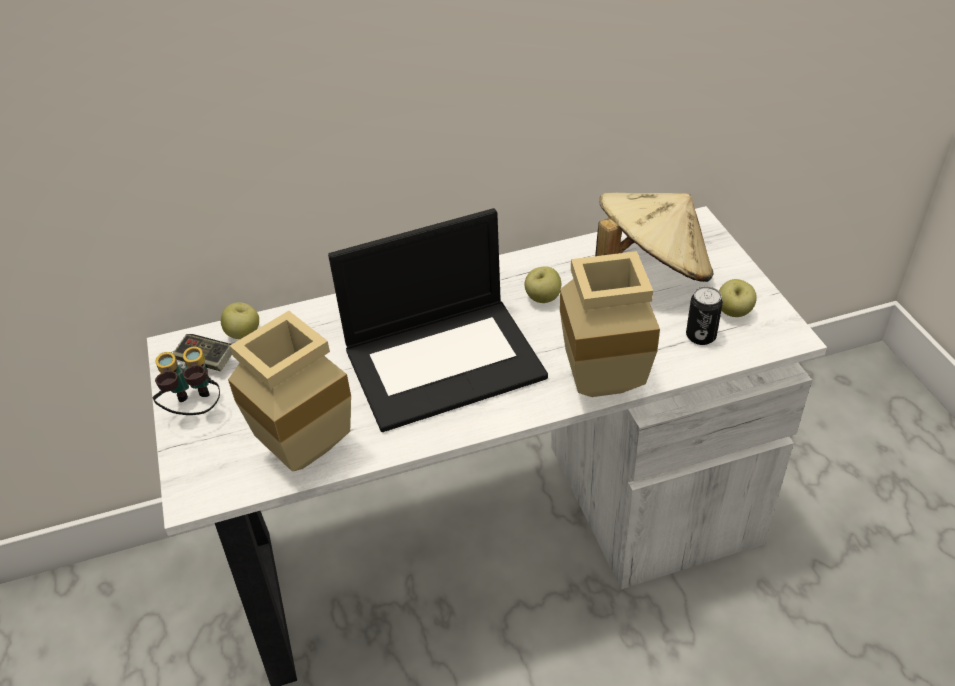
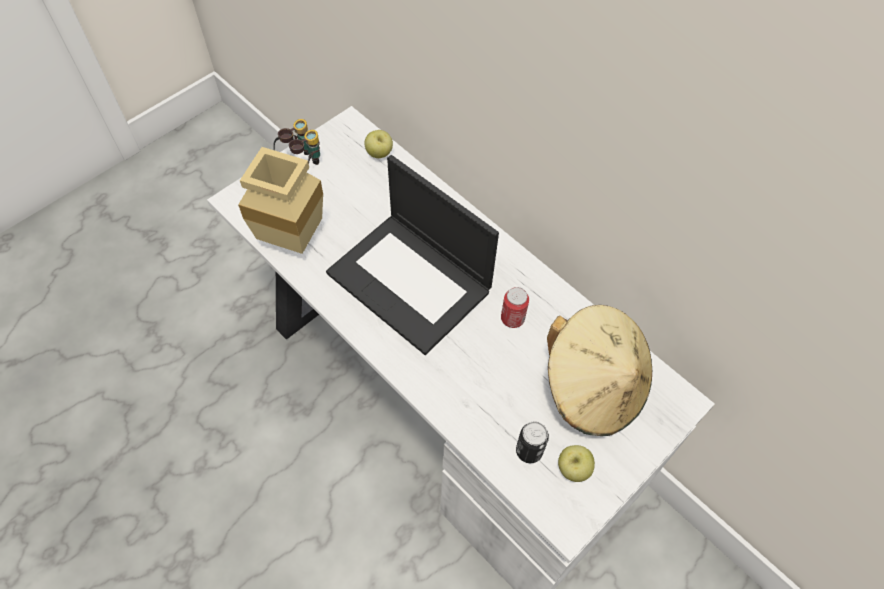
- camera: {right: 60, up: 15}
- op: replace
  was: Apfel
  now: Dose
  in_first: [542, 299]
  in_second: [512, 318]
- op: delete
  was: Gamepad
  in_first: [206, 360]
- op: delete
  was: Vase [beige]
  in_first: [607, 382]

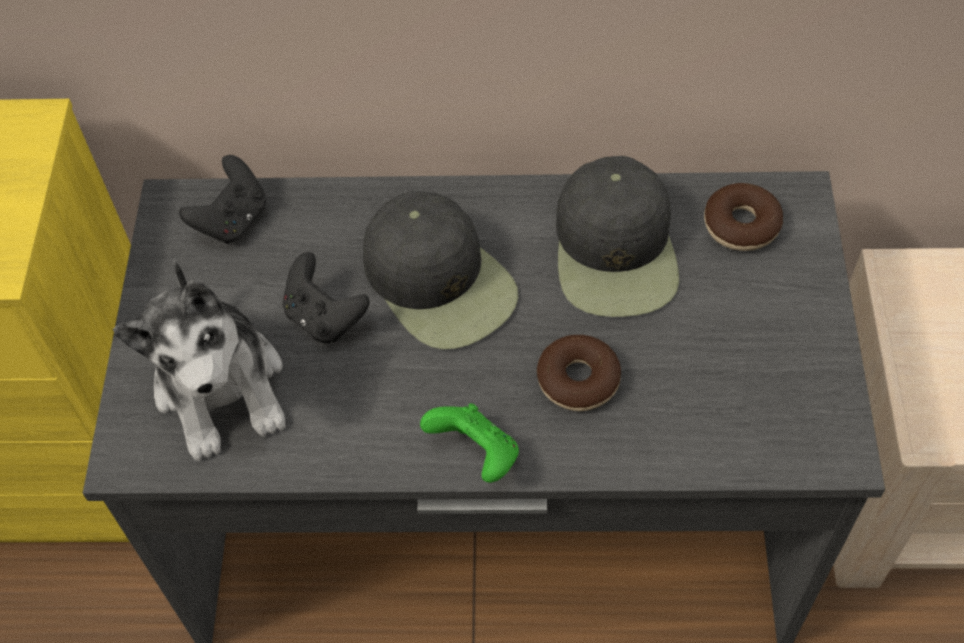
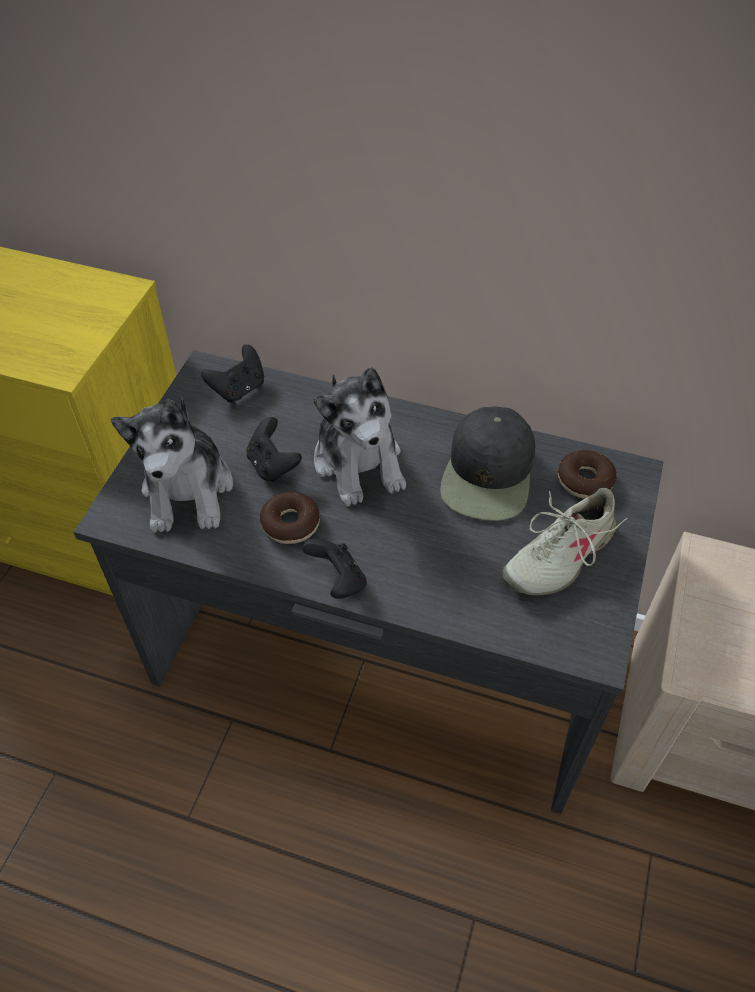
- camera: {right: 15, up: -5}
- op: move
  was: Donut
  in_first: [578, 380]
  in_second: [290, 523]
- op: recolor
  was: Gamepad [grün]
  now: Gamepad [schwarz]
  in_first: [476, 454]
  in_second: [338, 580]
- op: replace
  was: Kappe [schwarz]
  now: Plüschtier
  in_first: [440, 281]
  in_second: [359, 462]
- op: insert
  now: Schuh [beige]
  in_second: [559, 555]

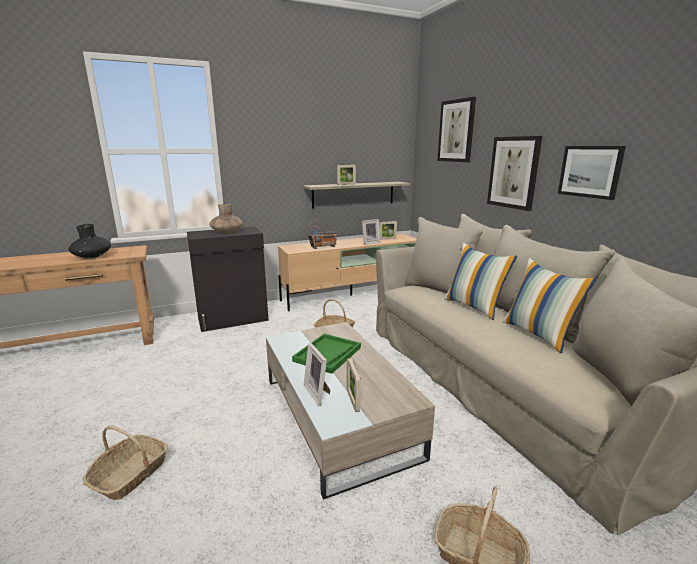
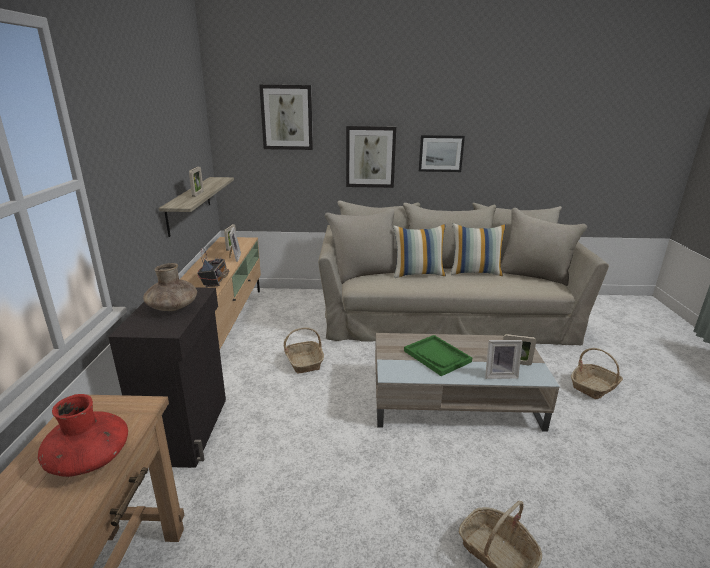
- camera: {right: -65, up: 5}
- op: recolor
  was: Vase [schwarz]
  now: Vase [rot]
  in_first: [92, 257]
  in_second: [89, 459]

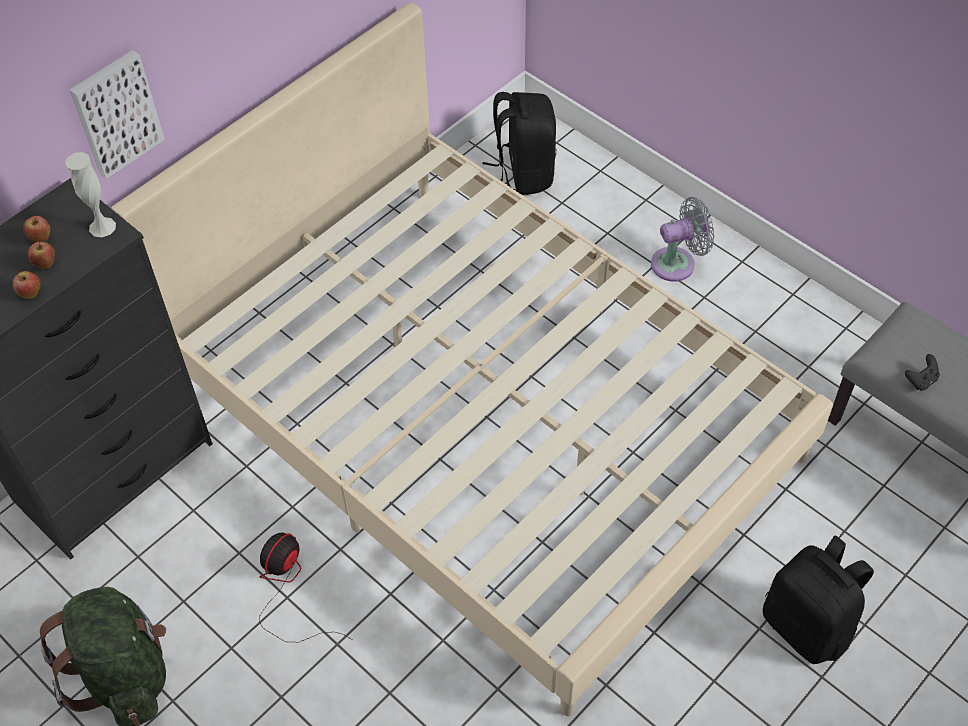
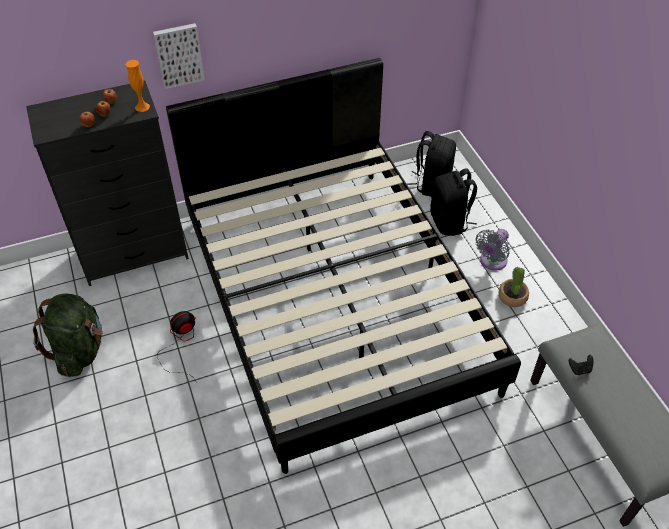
- camera: {right: 25, up: -5}
- op: recolor
  was: Vase [weiß]
  now: Vase [orange]
  in_first: [102, 227]
  in_second: [142, 107]
- op: recolor
  was: Bett [beige]
  now: Bett [schwarz]
  in_first: [485, 415]
  in_second: [335, 299]
- op: move
  was: Rucksack [schwarz]
  in_first: [808, 625]
  in_second: [449, 222]
- op: rotate
  was: Ventilator [grau]
  in_first: [677, 263]
  in_second: [491, 262]
  clockwise: 120
- op: insert
  now: Topfpflanze
  in_second: [512, 297]

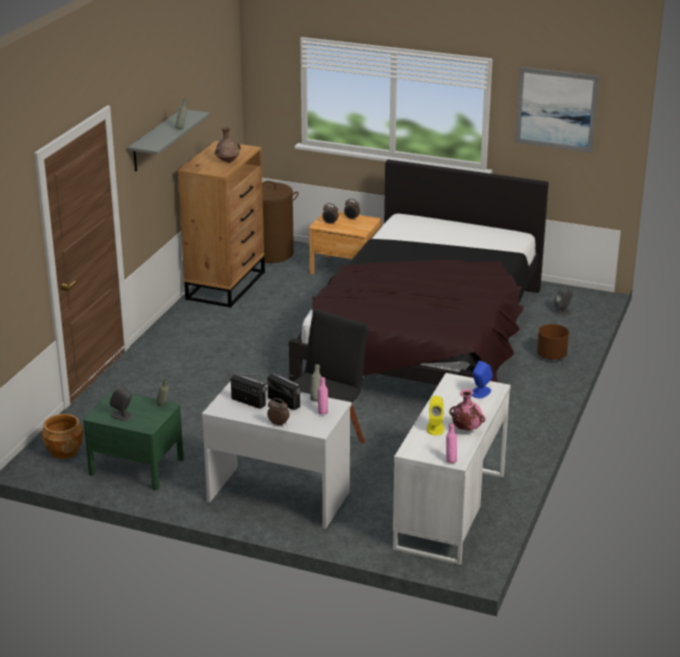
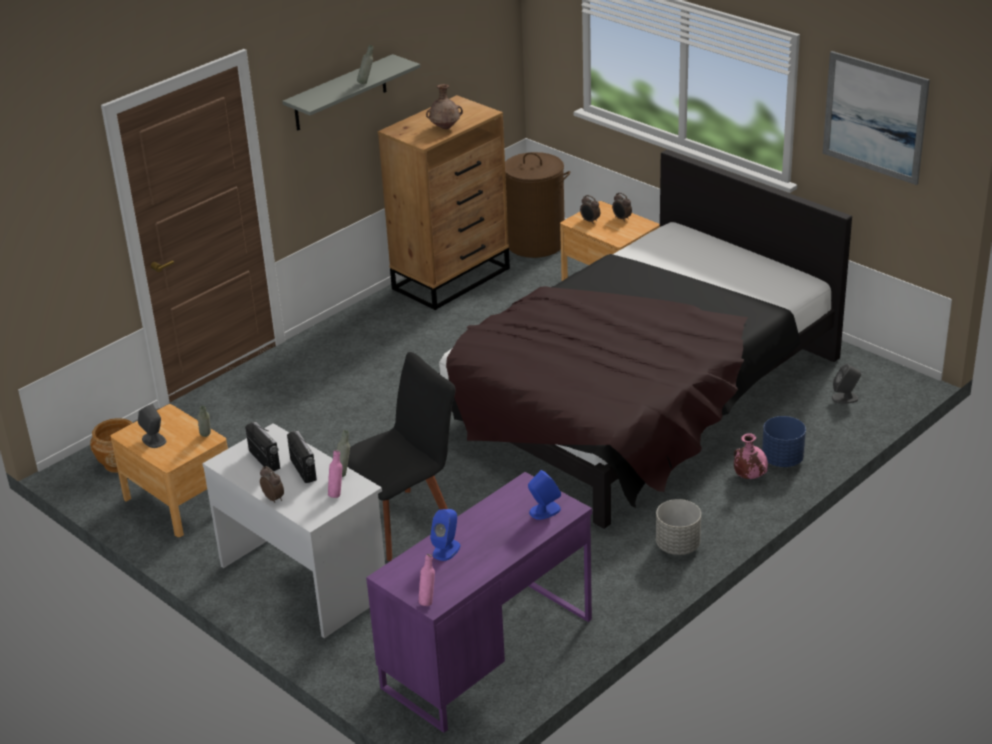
- camera: {right: 25, up: 5}
- op: recolor
  was: Nachttisch [grün]
  now: Nachttisch [braun]
  in_first: [136, 466]
  in_second: [180, 501]
- op: recolor
  was: Schreibtisch [weiß]
  now: Schreibtisch [lila]
  in_first: [449, 510]
  in_second: [487, 653]
- op: recolor
  was: Lautsprecher [gelb]
  now: Lautsprecher [blau]
  in_first: [435, 428]
  in_second: [446, 549]
- op: insert
  now: Pflanzkübel [grau]
  in_second: [678, 546]
- op: move
  was: Vase [rosa]
  in_first: [466, 429]
  in_second: [749, 476]
- op: recolor
  was: Pflanzkübel [braun]
  now: Pflanzkübel [blau]
  in_first: [551, 356]
  in_second: [782, 460]

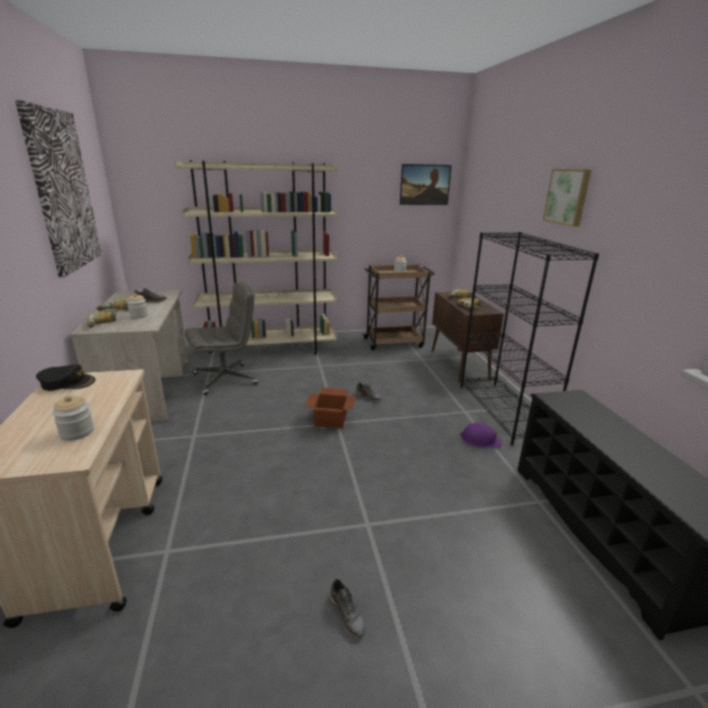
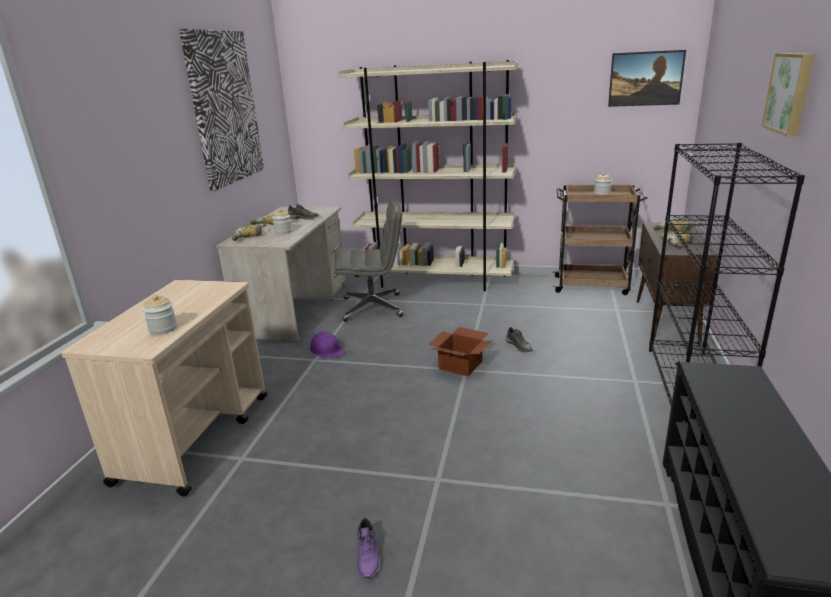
- camera: {right: 25, up: 0}
- op: move
  was: Schutzhelm [lila]
  in_first: [480, 440]
  in_second: [327, 350]
- op: recolor
  was: Schuh [grau]
  now: Schuh [lila]
  in_first: [347, 614]
  in_second: [368, 556]
- op: delete
  was: Kappe [schwarz]
  in_first: [67, 382]

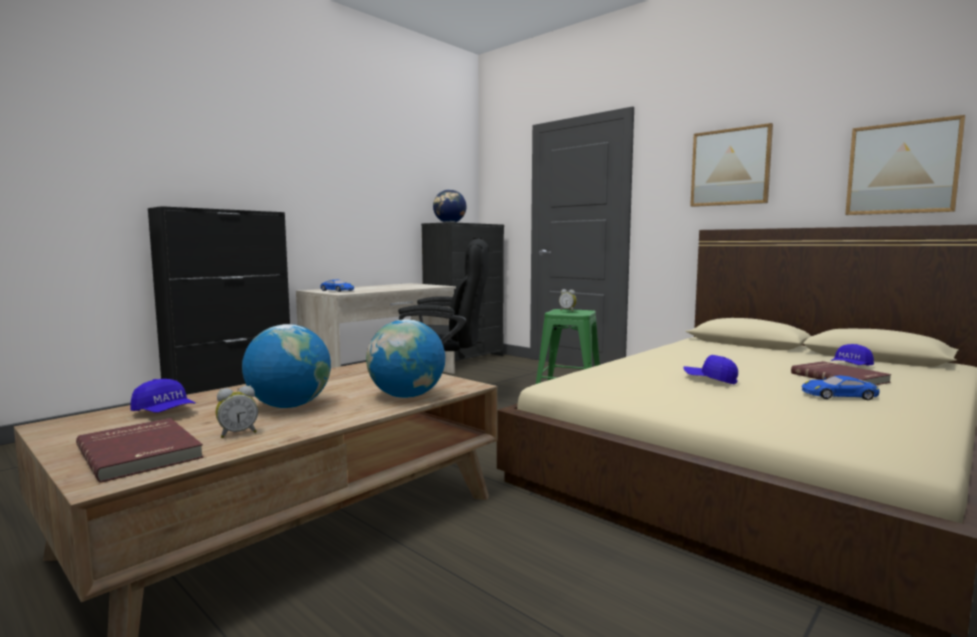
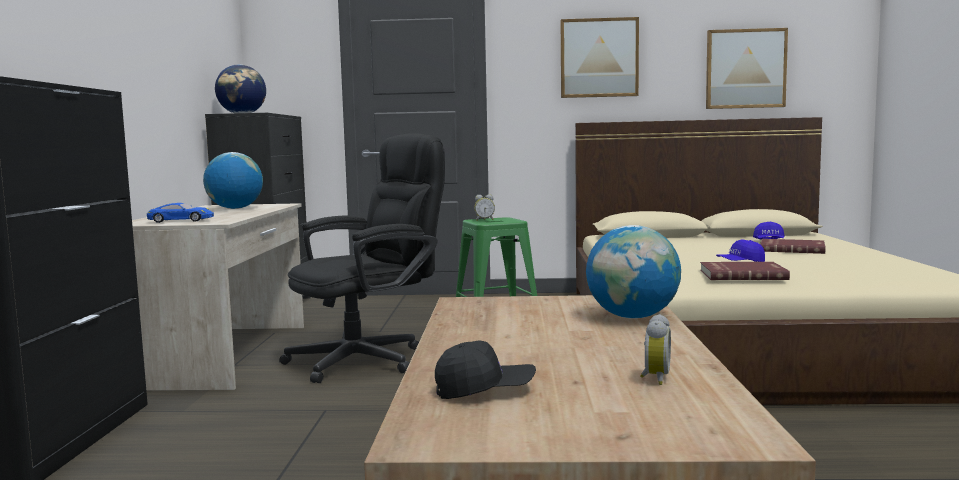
- camera: {right: -40, up: 0}
- op: move
  was: Globus
  in_first: [289, 406]
  in_second: [235, 208]
- op: recolor
  was: Kappe [blau]
  now: Kappe [schwarz]
  in_first: [164, 412]
  in_second: [484, 390]
- op: move
  was: Buch [rot]
  in_first: [142, 452]
  in_second: [742, 274]
- op: delete
  was: Spielzeugauto [blau]
  in_first: [838, 395]

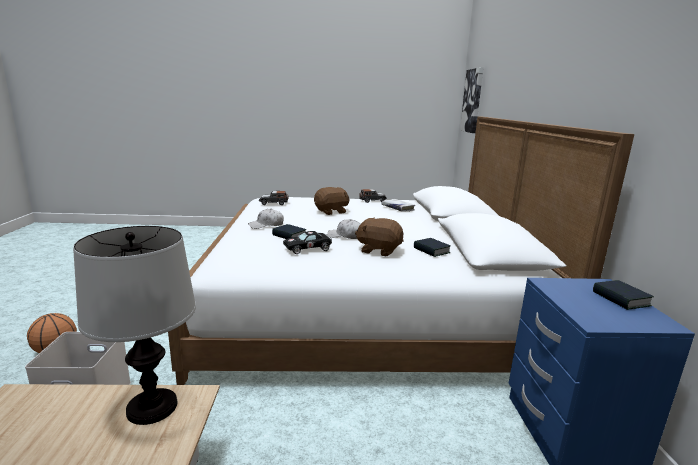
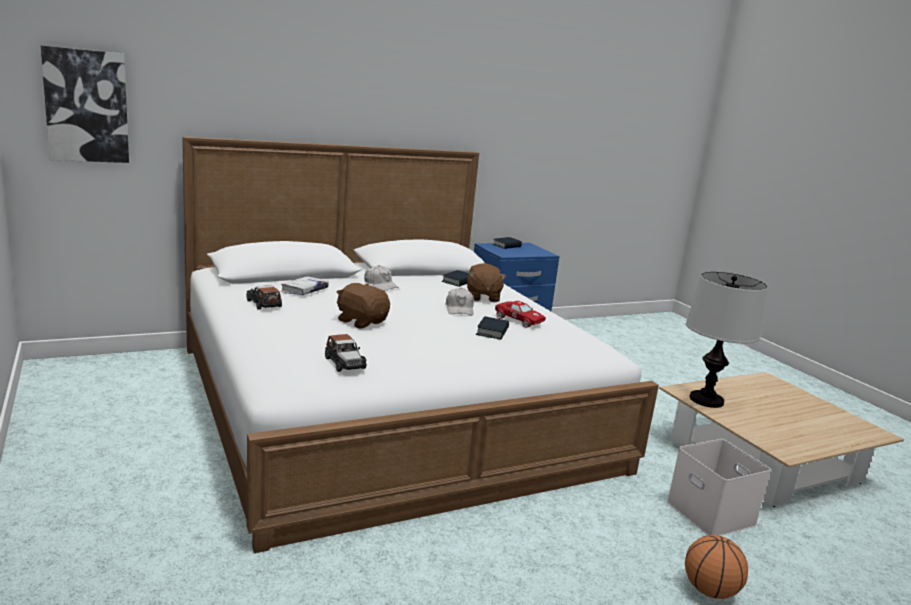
- camera: {right: -115, up: 0}
- op: move
  was: Kappe [weiß]
  in_first: [266, 225]
  in_second: [380, 285]
- op: recolor
  was: Spielzeugauto [schwarz]
  now: Spielzeugauto [rot]
  in_first: [309, 248]
  in_second: [517, 320]

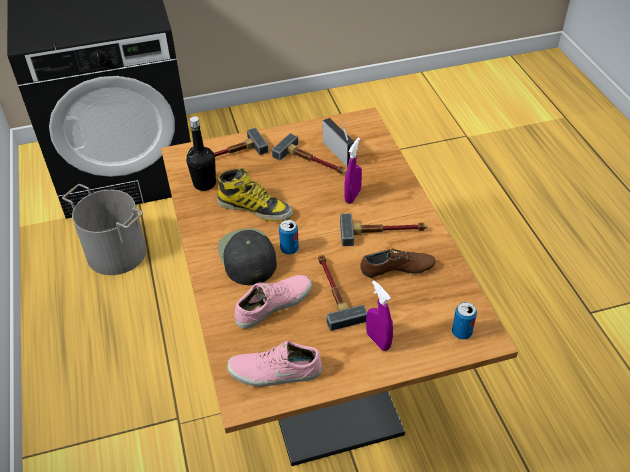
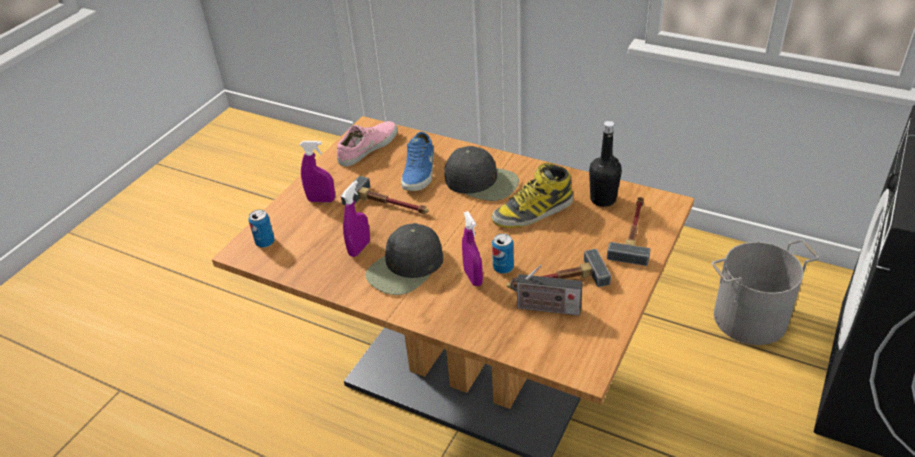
- camera: {right: 135, up: -5}
- op: replace
  was: Schuh [braun]
  now: Sprühflasche [lila]
  in_first: [397, 270]
  in_second: [359, 248]
- op: replace
  was: Hammer
  now: Kappe [schwarz]
  in_first: [383, 232]
  in_second: [406, 268]
- op: recolor
  was: Schuh [rosa]
  now: Schuh [blau]
  in_first: [273, 304]
  in_second: [420, 172]
- op: move
  was: Dose
  in_first: [289, 249]
  in_second: [503, 268]

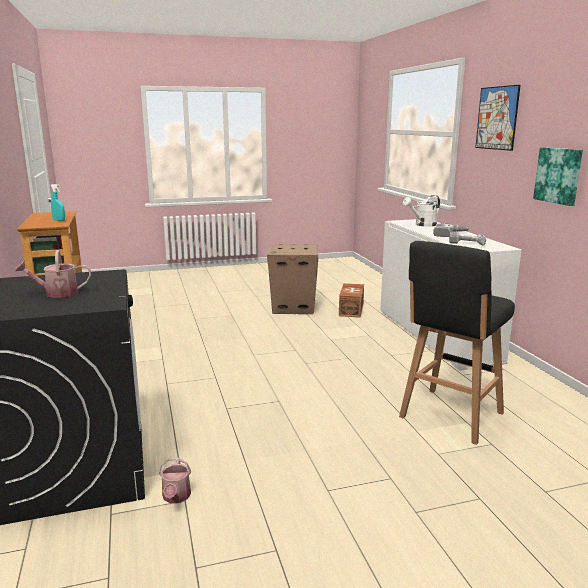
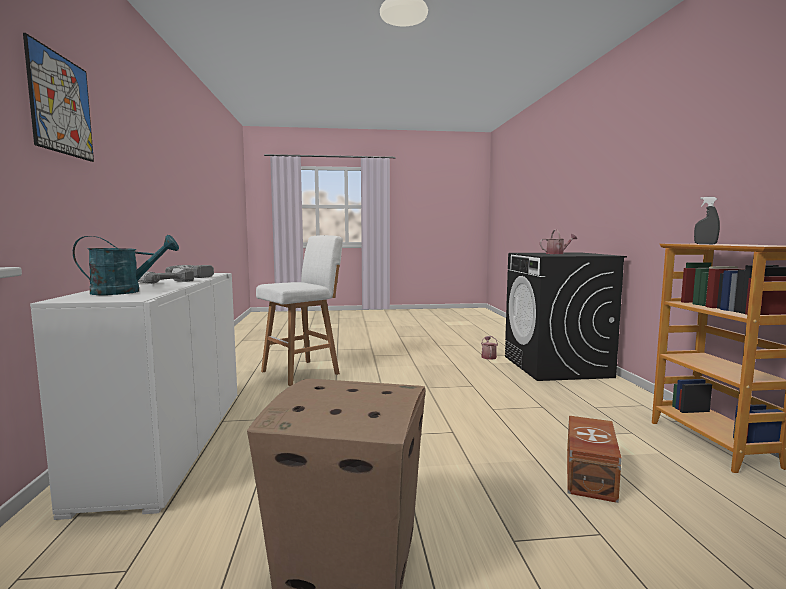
- camera: {right: -170, up: -10}
- op: recolor
  was: Gießkanne [weiß]
  now: Gießkanne [türkis]
  in_first: [422, 225]
  in_second: [125, 292]
- op: recolor
  was: Hocker [schwarz]
  now: Hocker [weiß]
  in_first: [449, 416]
  in_second: [302, 372]
- op: move
  was: Aufbewahrungsbox [braun]
  in_first: [352, 309]
  in_second: [588, 475]
- op: recolor
  was: Sprühflasche [türkis]
  now: Sprühflasche [grau]
  in_first: [59, 220]
  in_second: [705, 244]
- op: delete
  was: Bild
  in_first: [559, 175]

